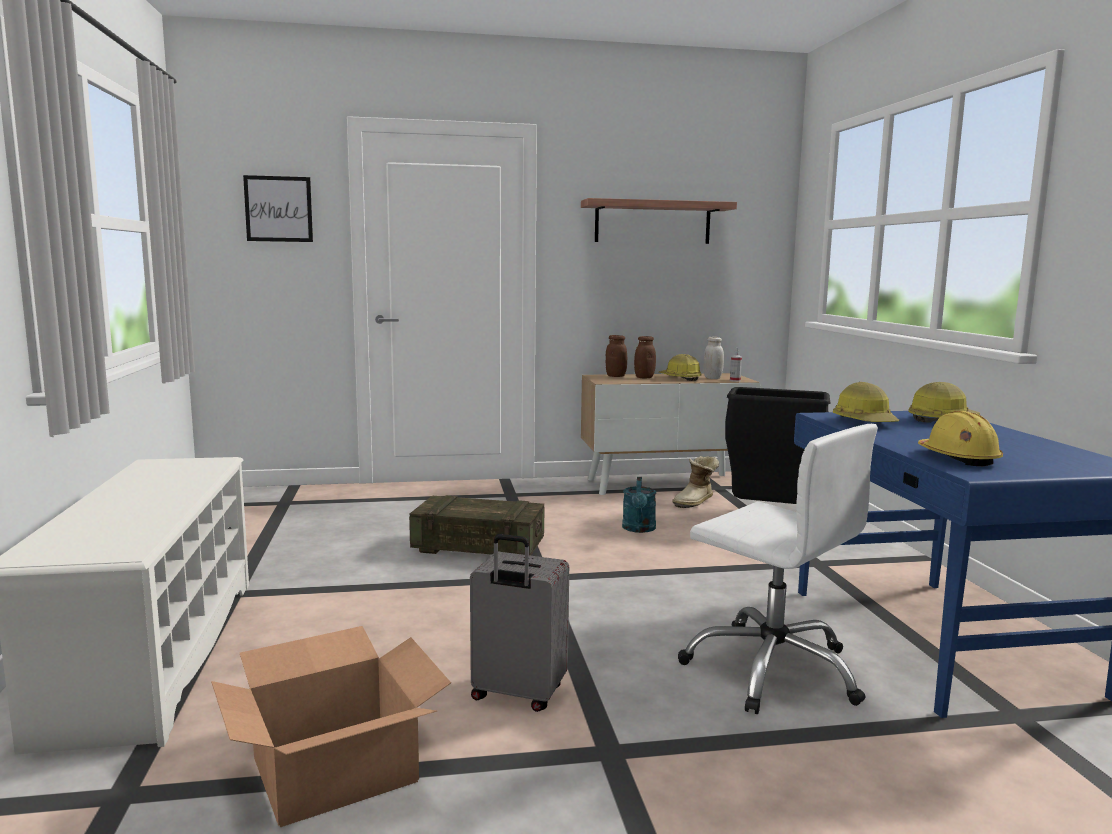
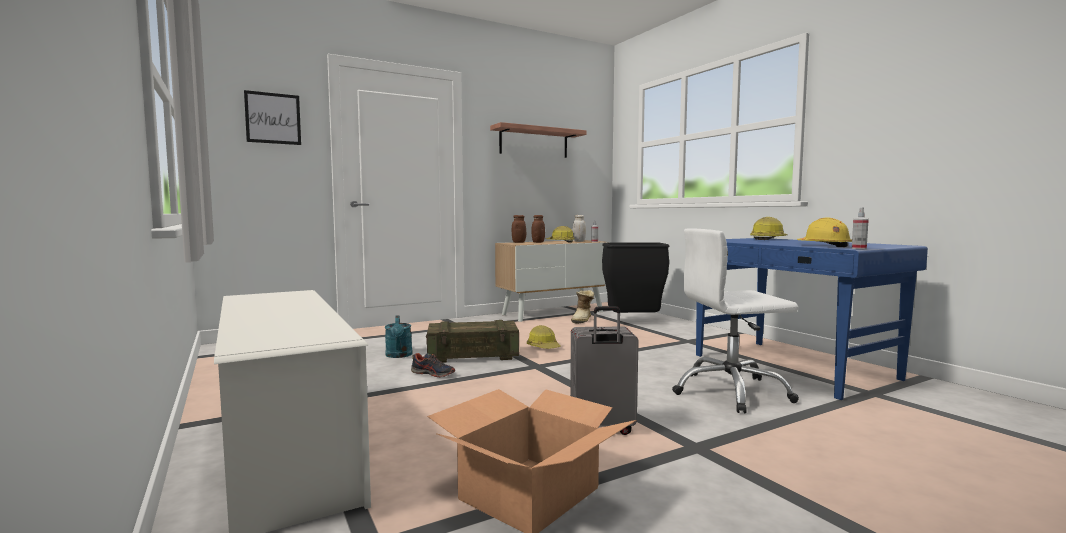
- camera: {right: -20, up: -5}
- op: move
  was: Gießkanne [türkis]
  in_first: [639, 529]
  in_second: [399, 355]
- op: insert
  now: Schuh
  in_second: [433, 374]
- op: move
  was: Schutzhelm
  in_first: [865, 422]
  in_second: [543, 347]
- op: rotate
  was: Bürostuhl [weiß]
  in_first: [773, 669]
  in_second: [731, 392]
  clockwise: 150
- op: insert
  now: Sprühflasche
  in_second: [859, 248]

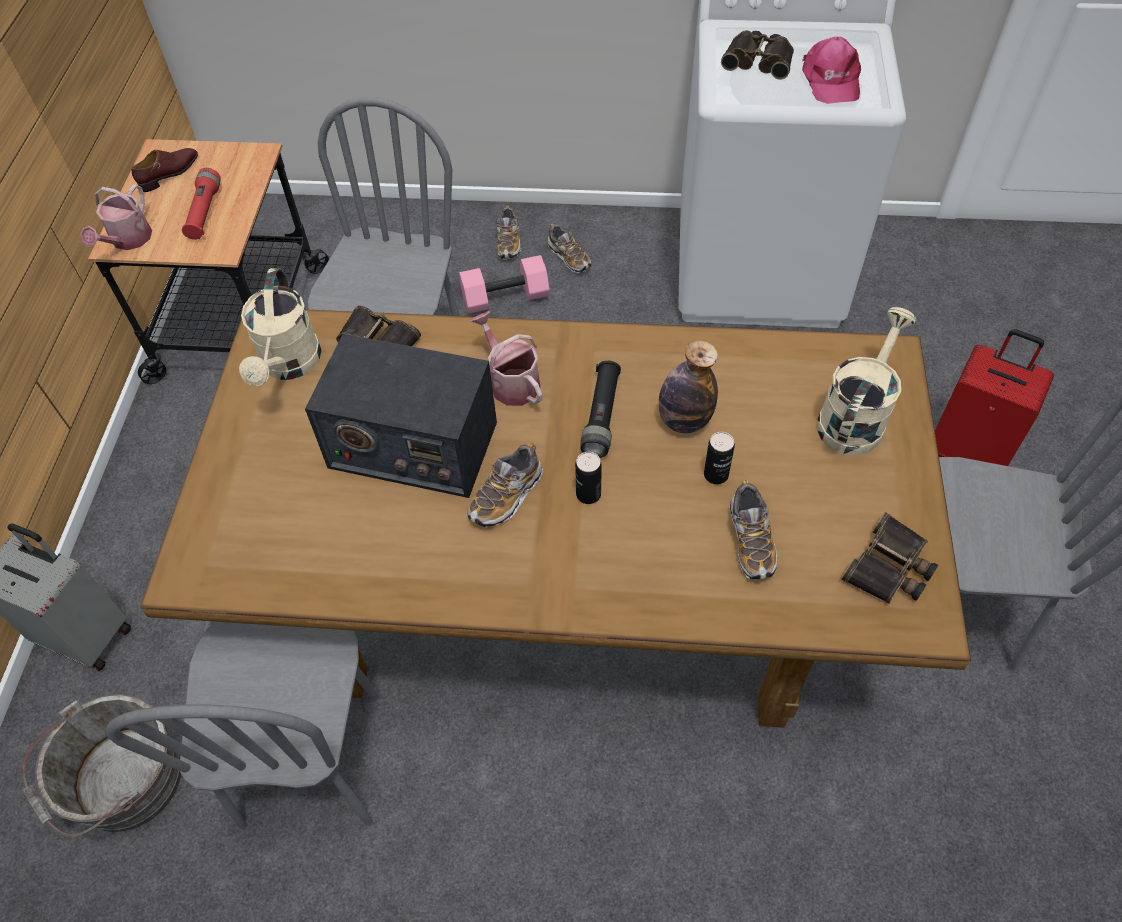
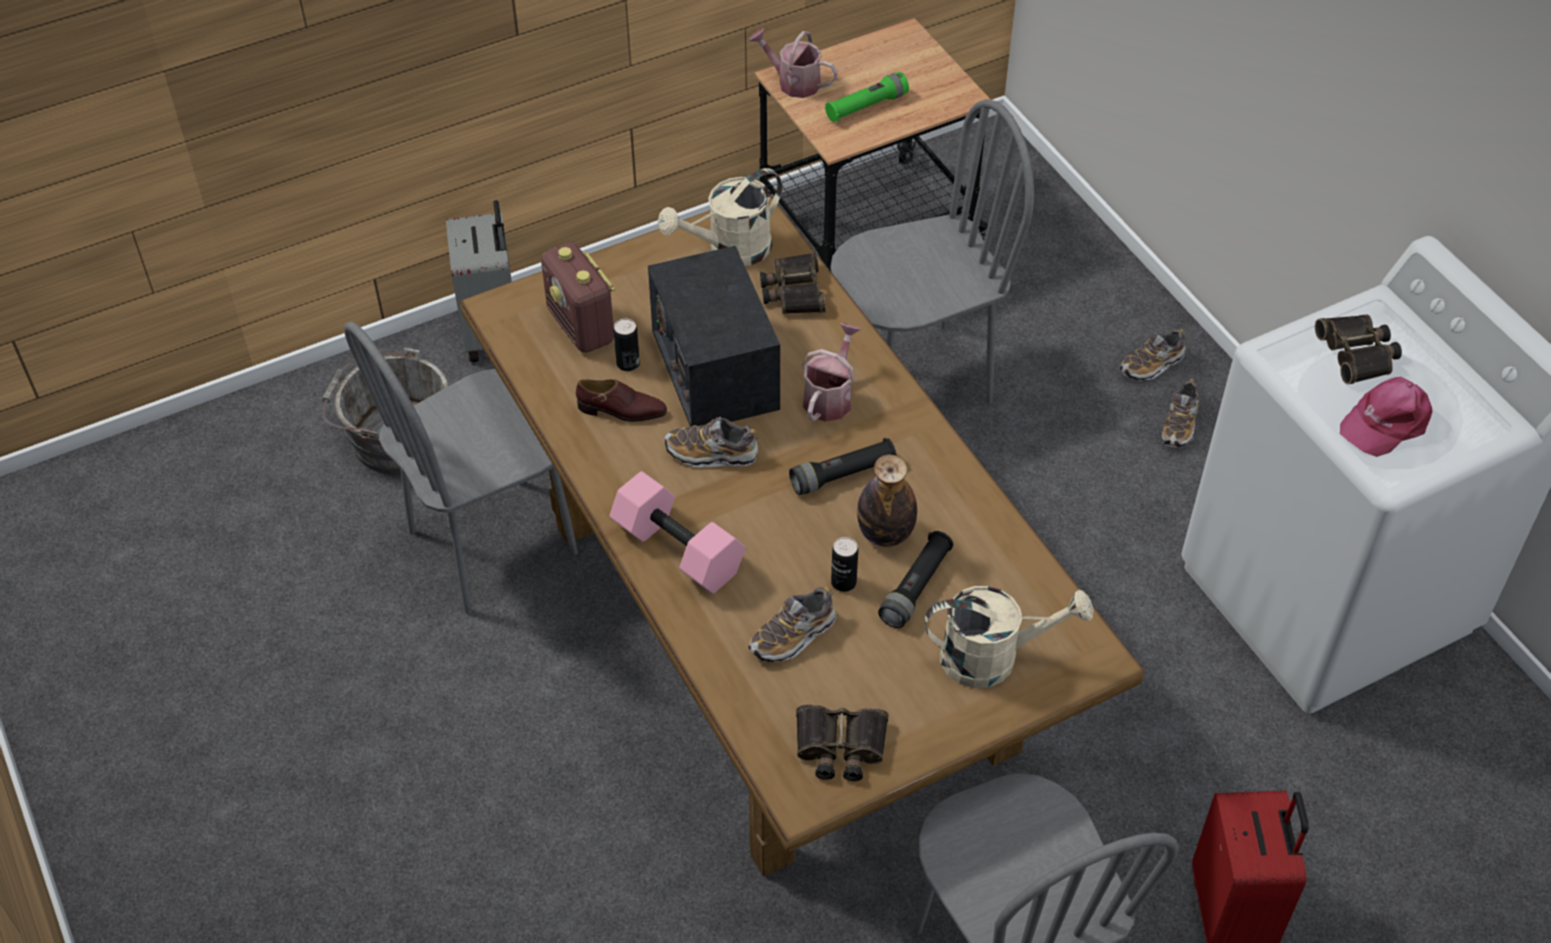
- camera: {right: 55, up: -5}
- op: insert
  now: Radio
  in_second: [582, 327]
- op: move
  was: Schuh [braun]
  in_first: [170, 173]
  in_second: [622, 410]
- op: move
  was: Hantel [rosa]
  in_first: [505, 298]
  in_second: [675, 550]
- op: move
  was: Dose
  in_first: [588, 494]
  in_second: [628, 363]
- op: rotate
  was: Gießkanne
  in_first: [128, 240]
  in_second: [793, 82]
  clockwise: 45
- op: recolor
  was: Taschenlampe [rot]
  now: Taschenlampe [grün]
  in_first: [204, 212]
  in_second: [866, 106]
- op: insert
  now: Taschenlampe [schwarz]
  in_second: [916, 587]

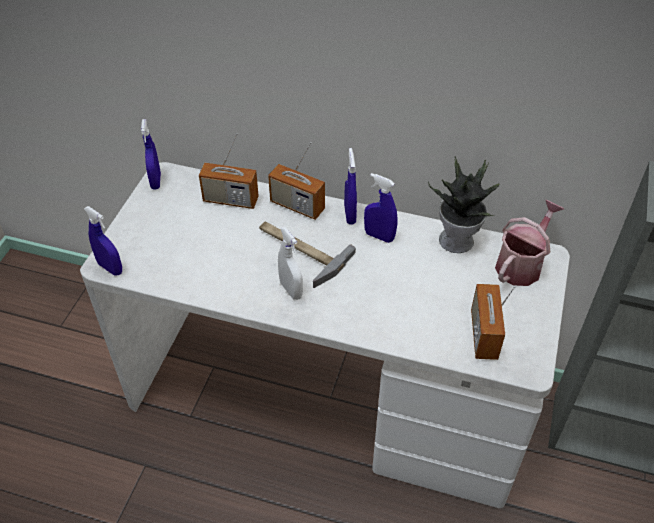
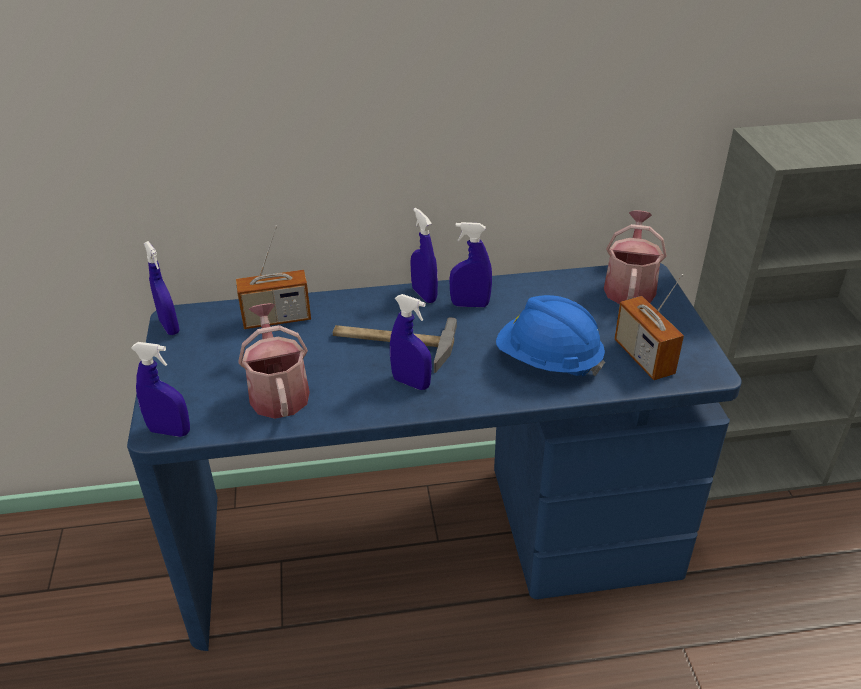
- camera: {right: -25, up: -10}
- op: recolor
  was: Schreibtisch [weiß]
  now: Schreibtisch [blau]
  in_first: [327, 394]
  in_second: [432, 539]
- op: insert
  now: Gießkanne
  in_second: [278, 391]
- op: recolor
  was: Sprühflasche [weiß]
  now: Sprühflasche [blau]
  in_first: [291, 290]
  in_second: [411, 383]
- op: insert
  now: Schutzhelm [blau]
  in_second: [548, 361]
- op: delete
  was: Radio
  in_first: [297, 206]
- op: delete
  was: Topfpflanze
  in_first: [458, 240]

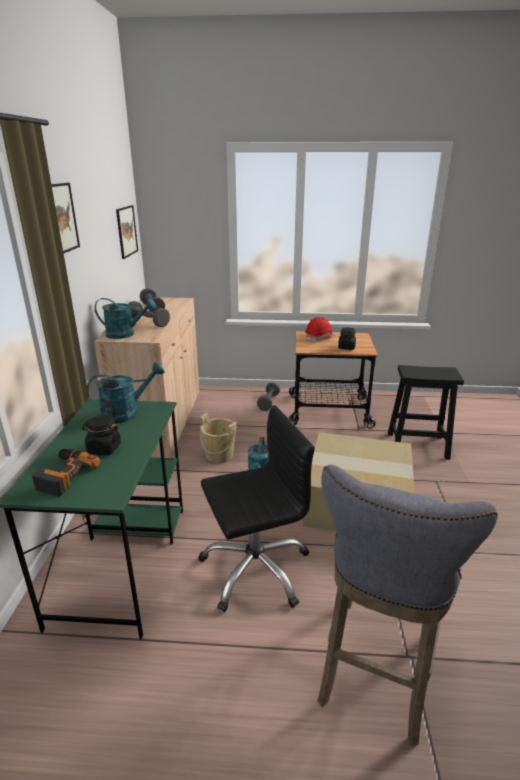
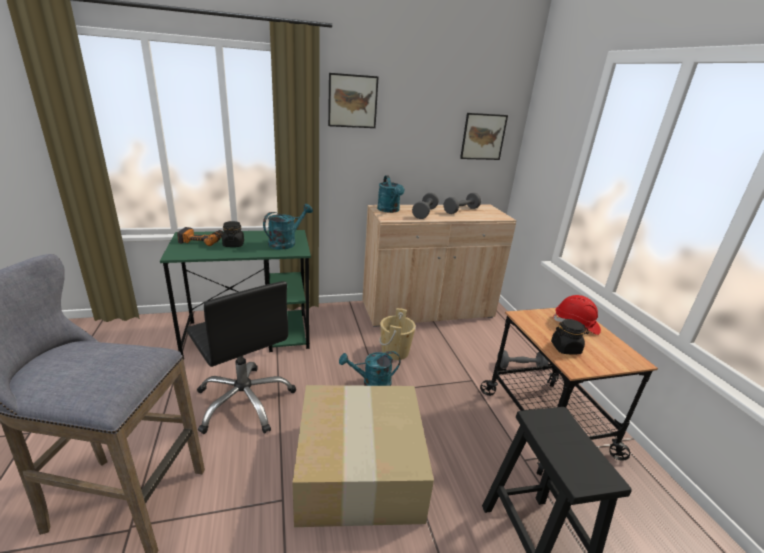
- camera: {right: 70, up: 0}
- op: rotate
  was: Gießkanne [türkis]
  in_first: [127, 412]
  in_second: [286, 243]
  clockwise: -90

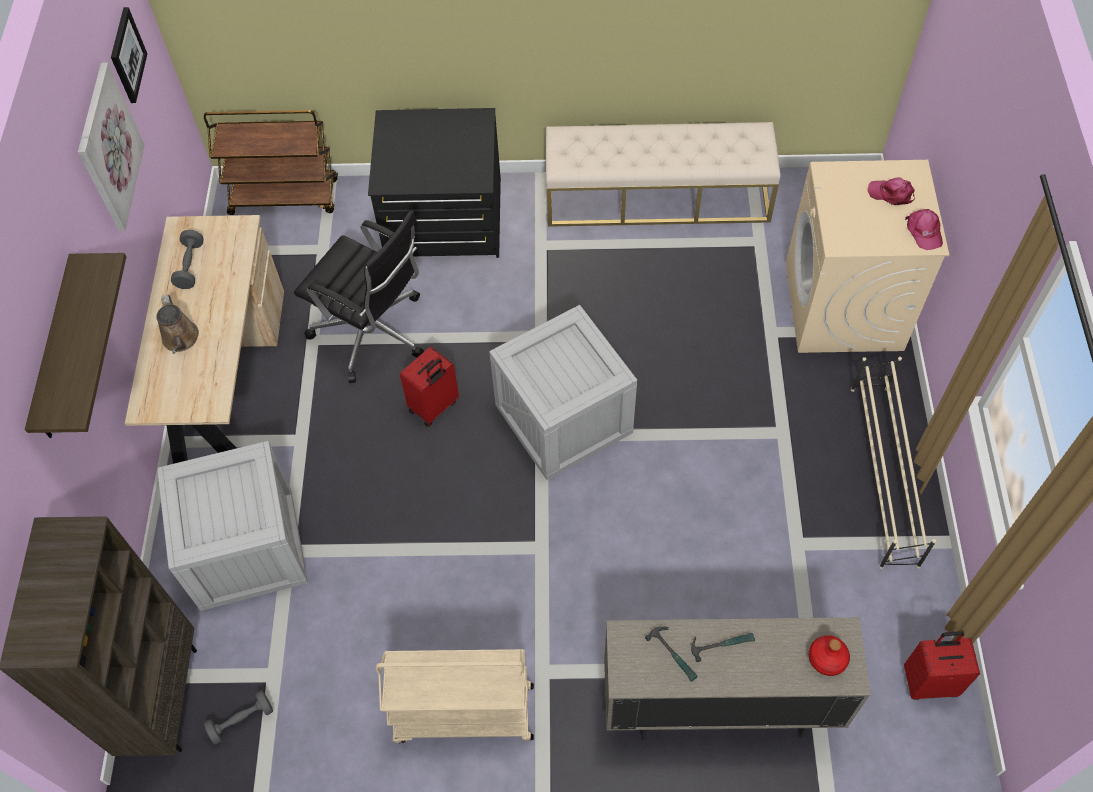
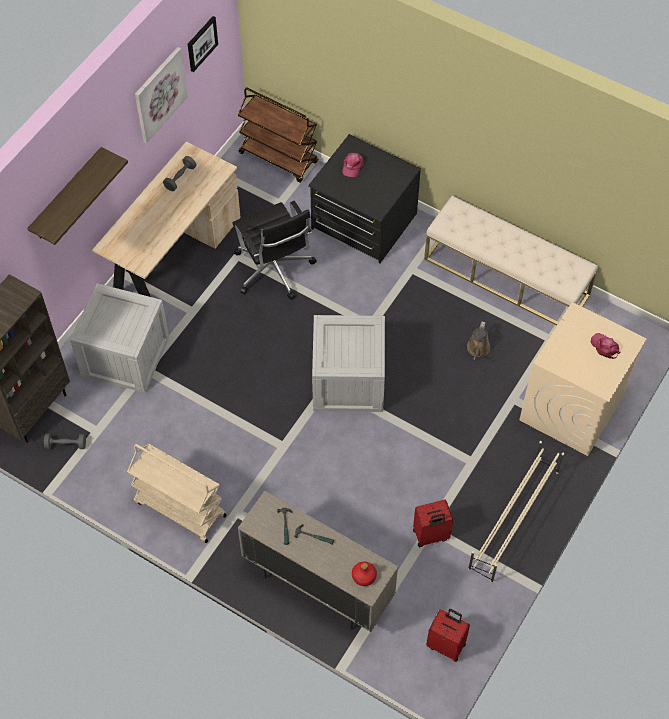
- camera: {right: 30, up: 0}
- op: move
  was: Kappe [rosa]
  in_first: [923, 231]
  in_second: [352, 166]
- op: move
  was: Koffer [rot]
  in_first: [434, 407]
  in_second: [430, 536]
- op: move
  was: Gießkanne [braun]
  in_first: [181, 340]
  in_second: [478, 349]

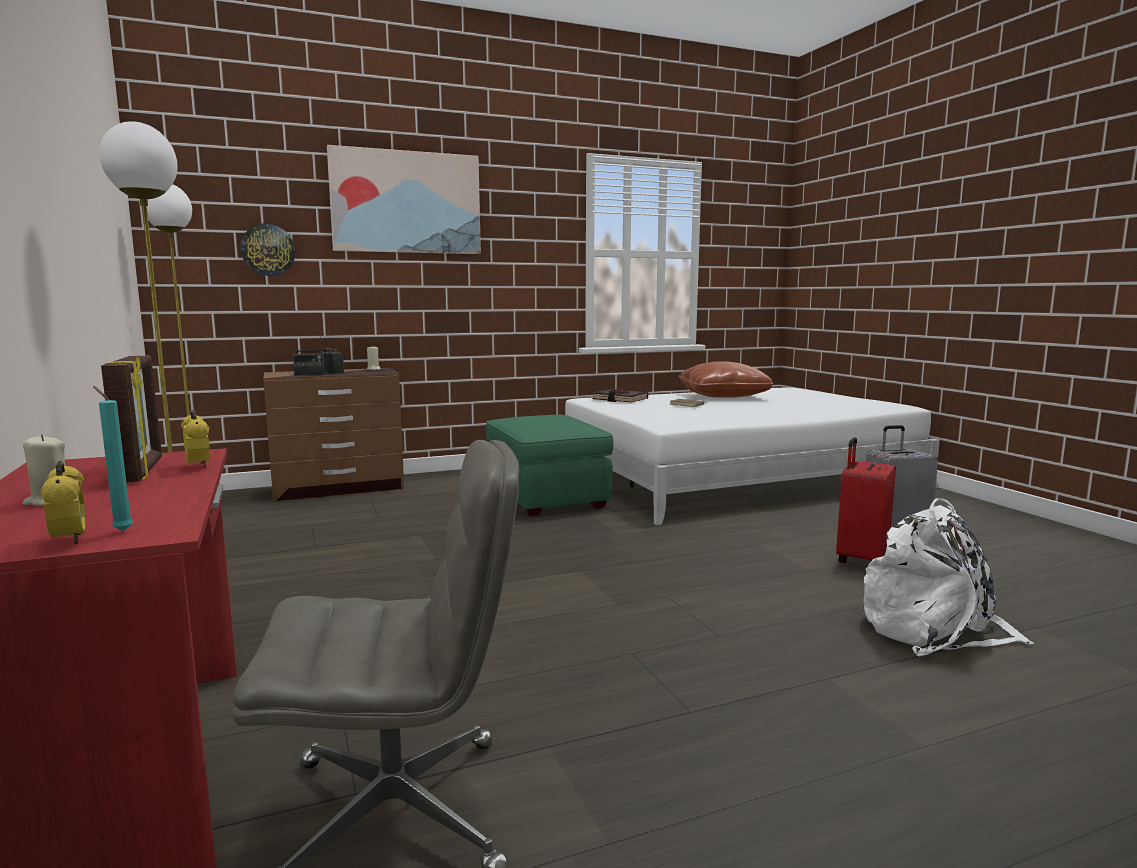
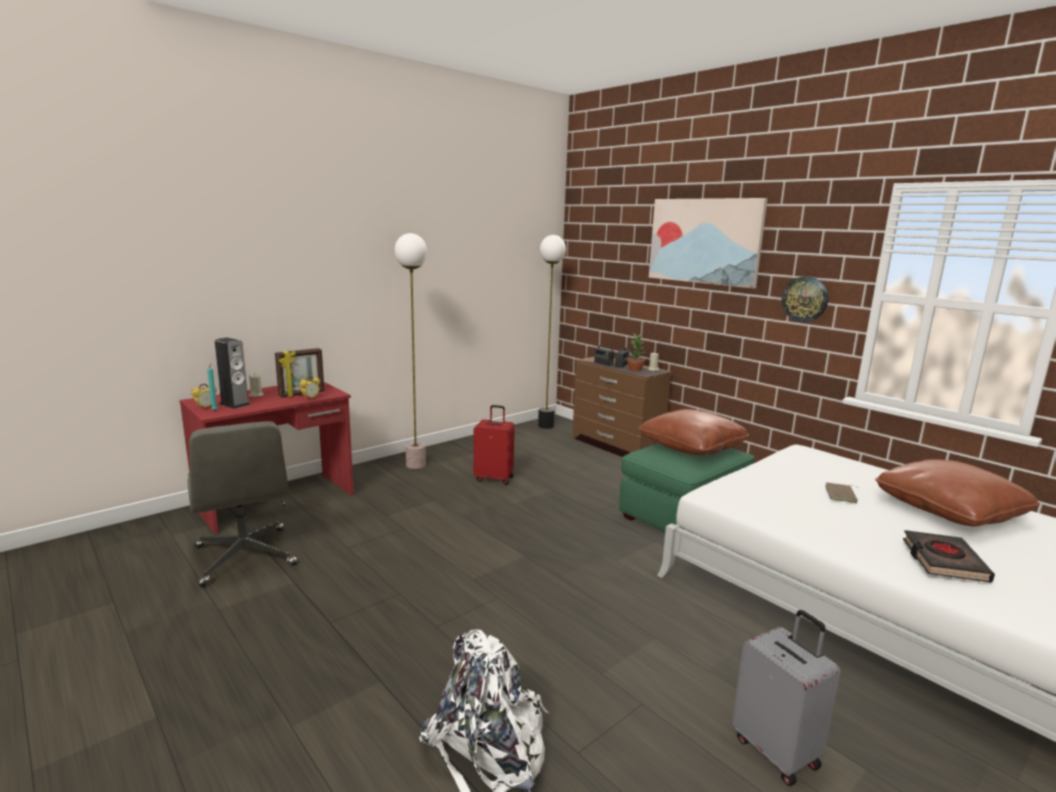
- camera: {right: 70, up: 5}
- op: insert
  now: Lautsprecher
  in_second: [235, 404]
- op: move
  was: Koffer [rot]
  in_first: [860, 559]
  in_second: [494, 478]
- op: insert
  now: Topfpflanze
  in_second: [635, 369]
- op: insert
  now: Kissen [braun]
  in_second: [691, 447]
- op: move
  was: Wanduhr
  in_first: [268, 250]
  in_second: [805, 299]
- op: move
  was: Buch [schwarz]
  in_first: [620, 400]
  in_second: [943, 561]

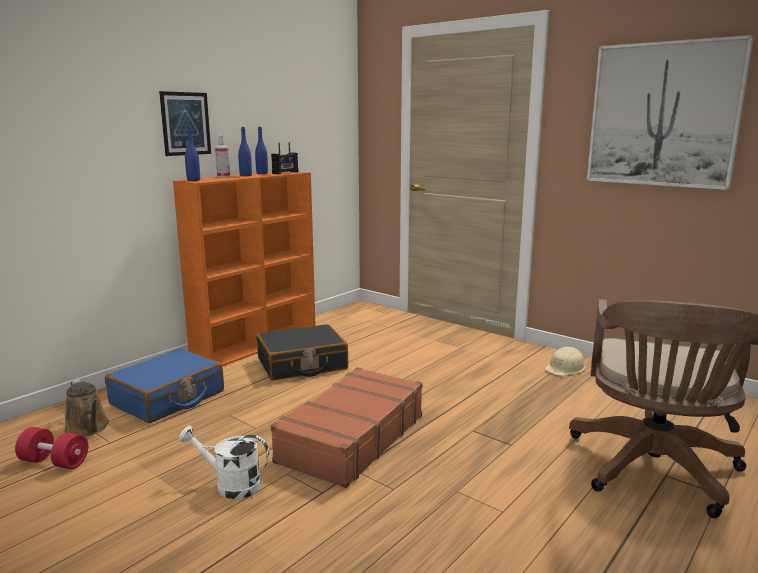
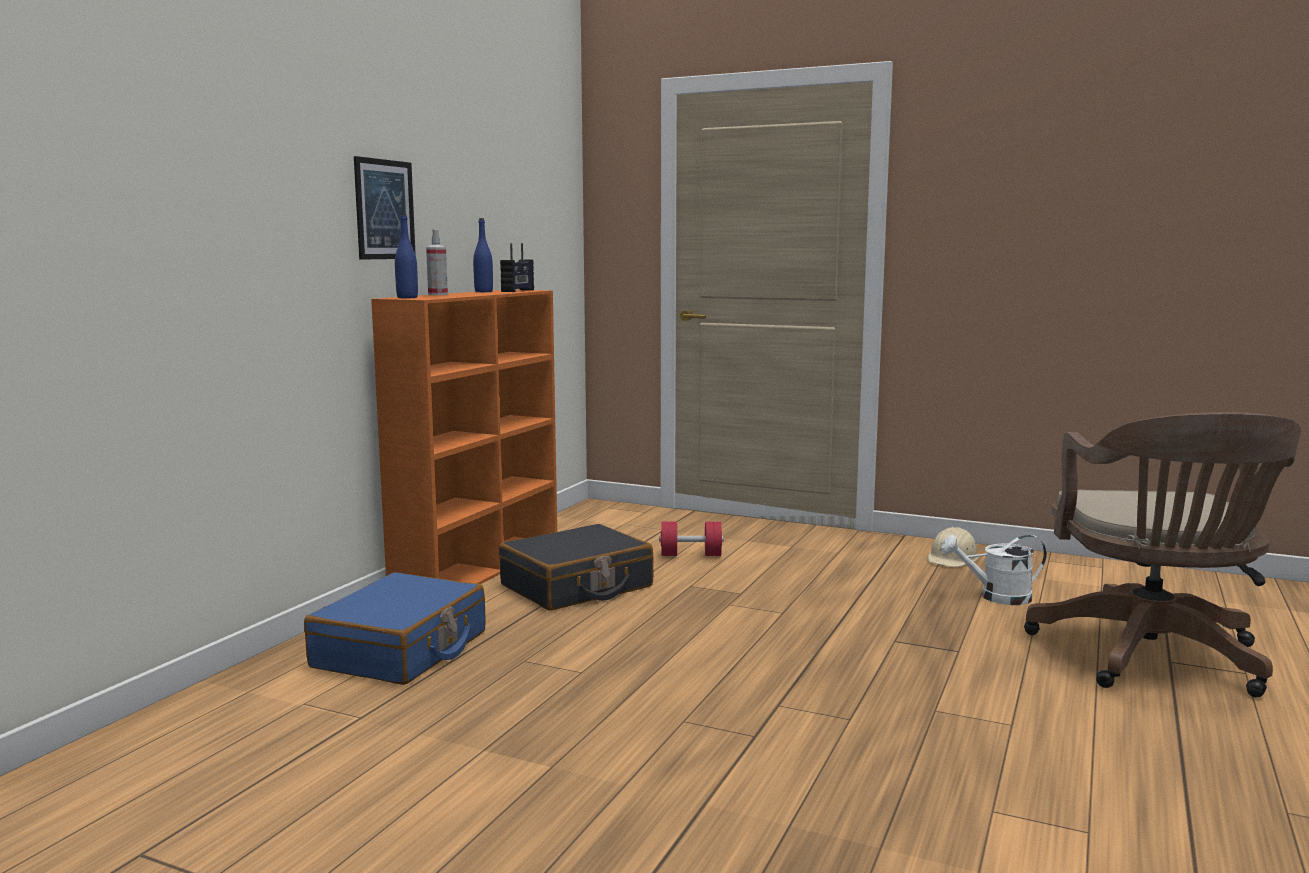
- camera: {right: -15, up: -5}
- op: move
  was: Hantel [rot]
  in_first: [54, 462]
  in_second: [691, 555]
- op: move
  was: Gießkanne [weiß]
  in_first: [230, 485]
  in_second: [996, 597]
- op: delete
  was: Gießkanne [braun]
  in_first: [88, 428]
- op: delete
  was: Flasche [blau]
  in_first: [245, 175]
- op: delete
  was: Koffer [braun]
  in_first: [351, 438]
- op: delete
  was: Bild
  in_first: [663, 115]

